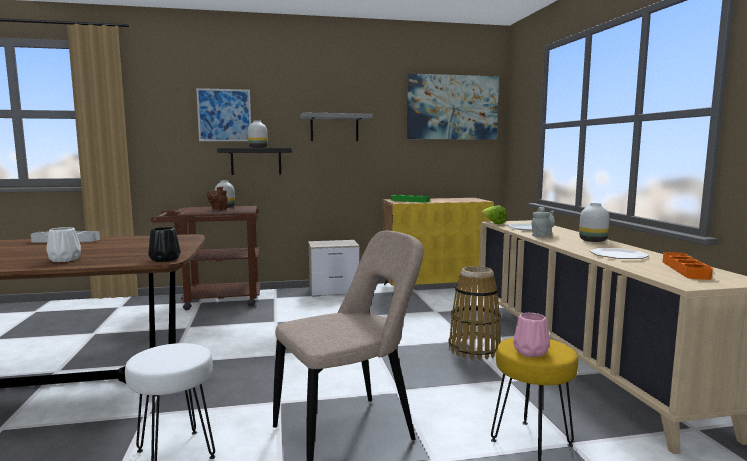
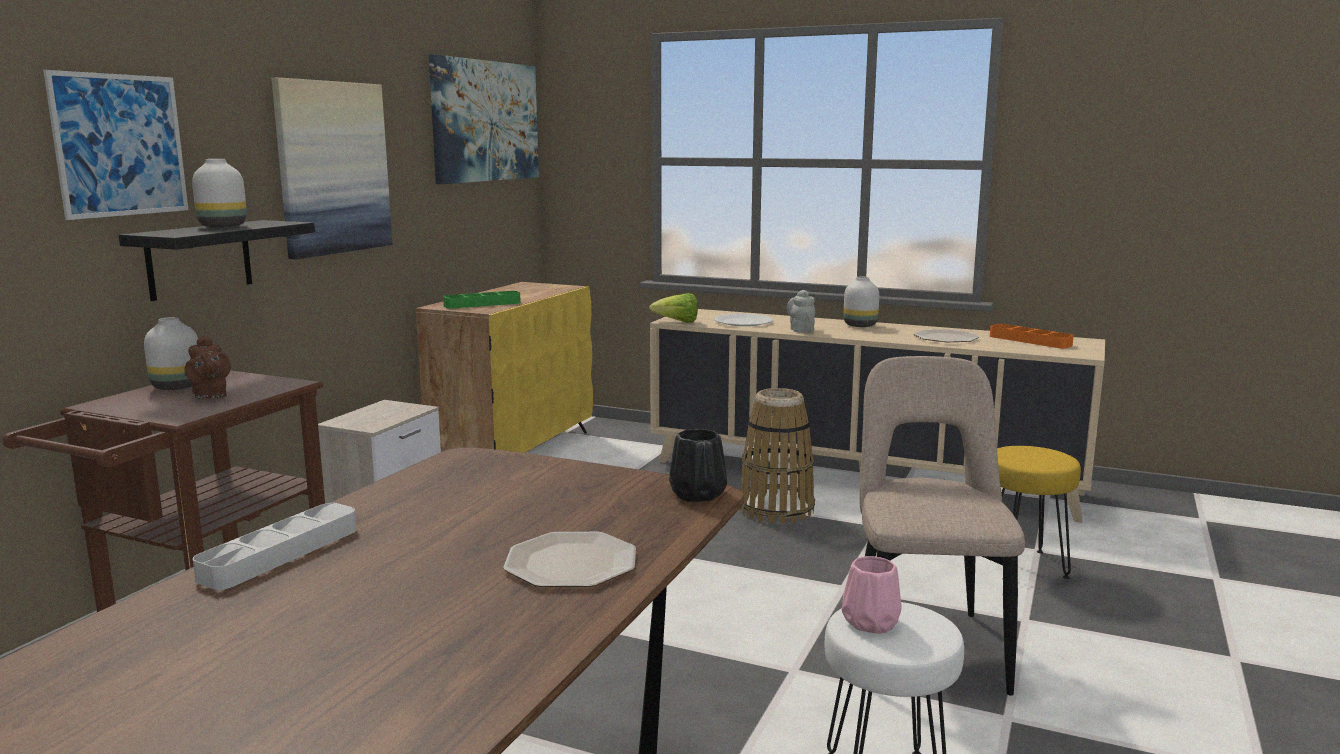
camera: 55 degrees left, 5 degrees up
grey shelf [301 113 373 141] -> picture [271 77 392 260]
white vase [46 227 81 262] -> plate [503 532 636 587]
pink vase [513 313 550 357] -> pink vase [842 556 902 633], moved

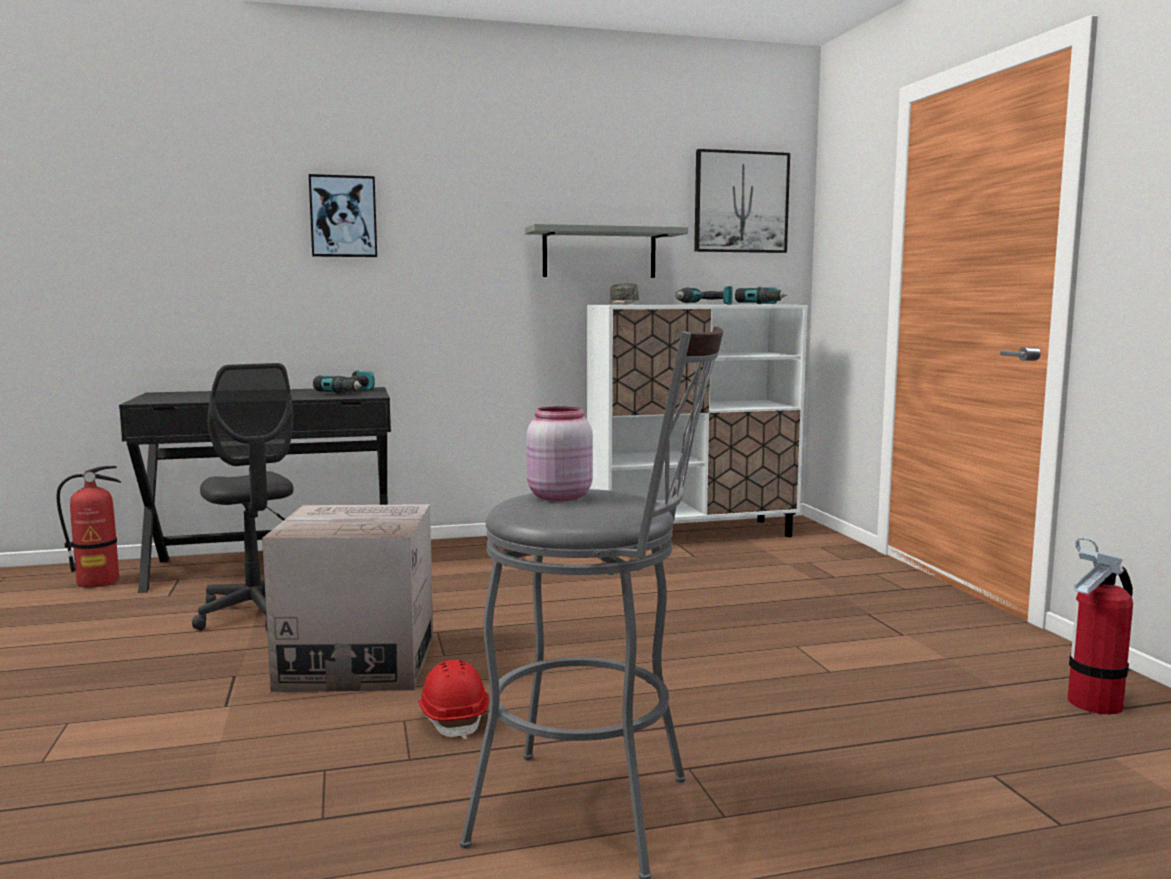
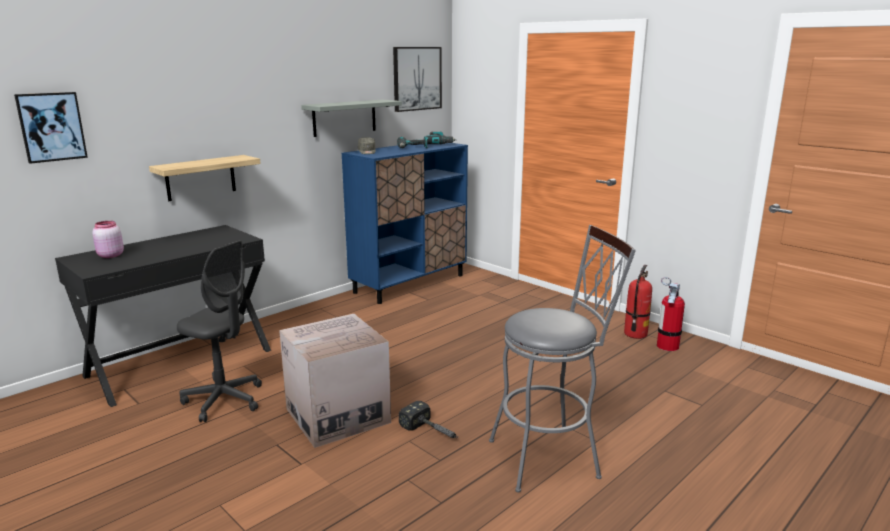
camera: 30 degrees left, 10 degrees up
picture [309 174 377 257] -> picture [14 92 88 164], moved
white cabinet [587 305 808 537] -> blue cabinet [342 143 468 304]
power drill [313 370 375 393] -> none
pink jar [527 406 593 501] -> pink jar [92 221 124 258], moved
fire extinguisher [57 466 121 588] -> fire extinguisher [624 265 652 339], moved
red hard hat [418 660 489 739] -> hammer [399 401 458 438]
none -> shelf [149 155 261 201]

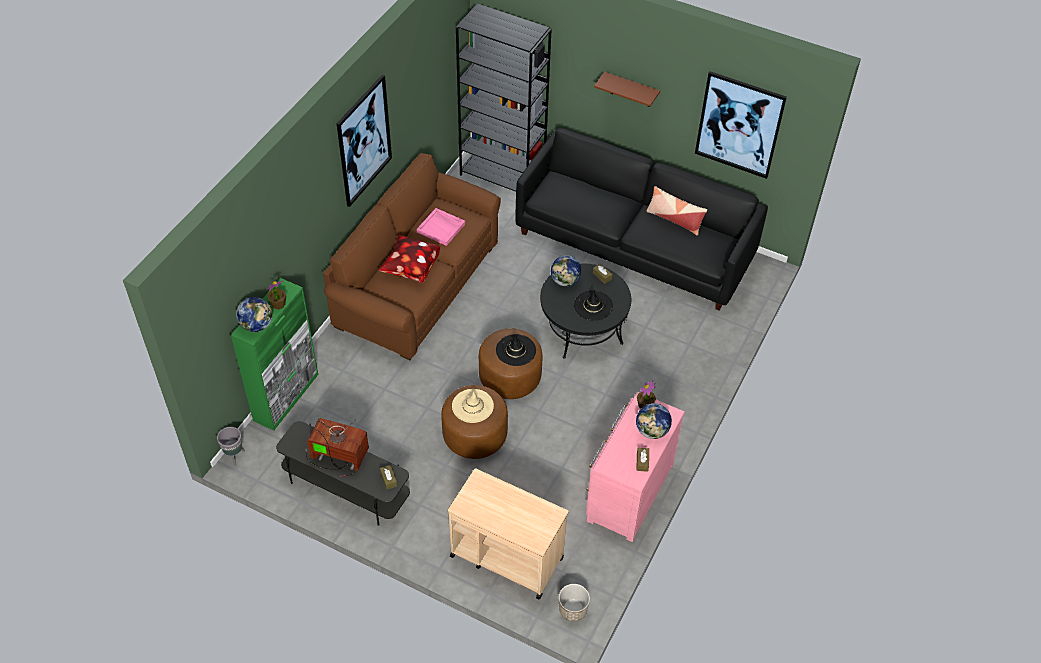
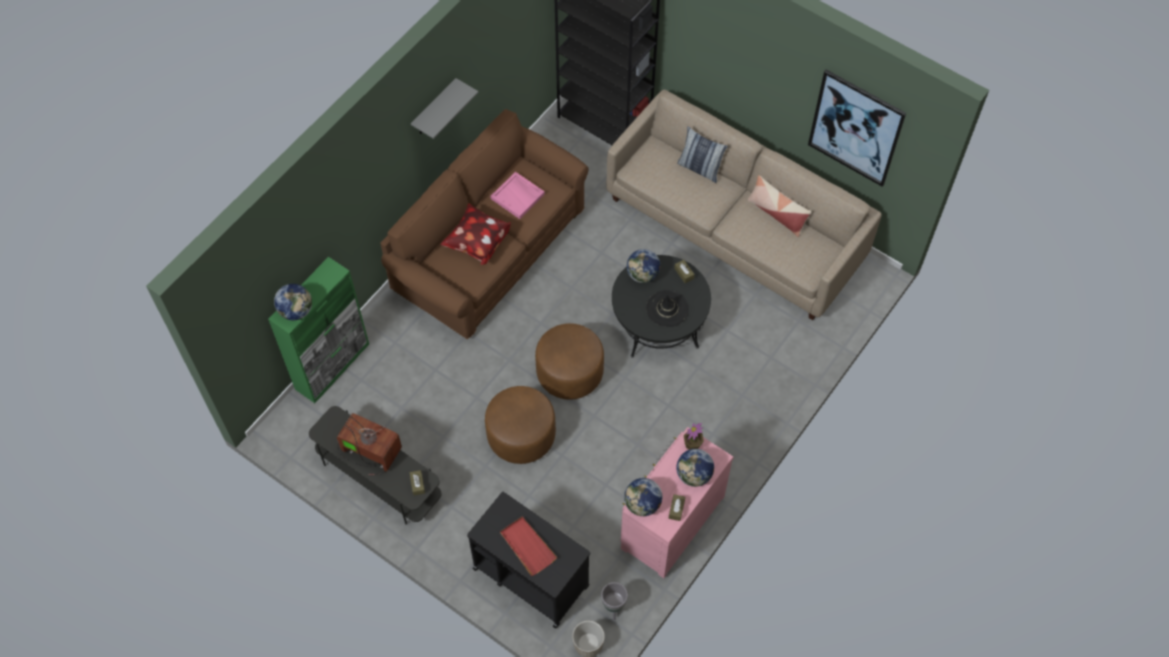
camera: 10 degrees right, 10 degrees up
brown shelf [594 72 660 107] -> none
picture [337 75 392 207] -> grey shelf [411 78 478 139]
black sofa [515 128 768 311] -> beige sofa [606 90 882 320]
potted plant [266 281 286 310] -> none
black hat [496 334 536 366] -> none
beige hat [452 389 494 423] -> none
grey planter [217 427 245 466] -> grey planter [601 582 628 620], moved
beige cart [448 468 568 599] -> black cart [467 492 590 629]
none -> pillow [677 127 728 183]
none -> globe [624 478 662 516]
none -> red tray [500 517 557 576]

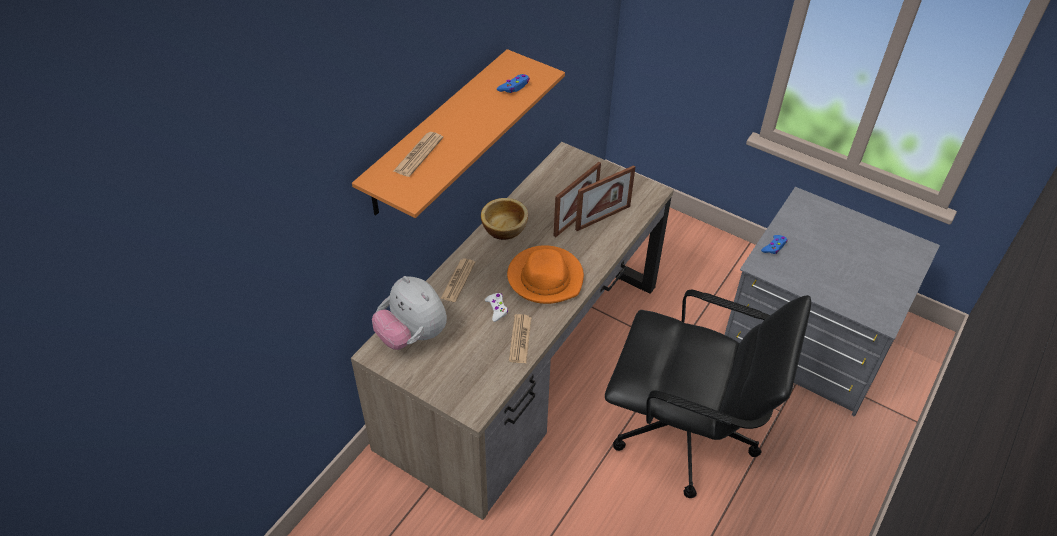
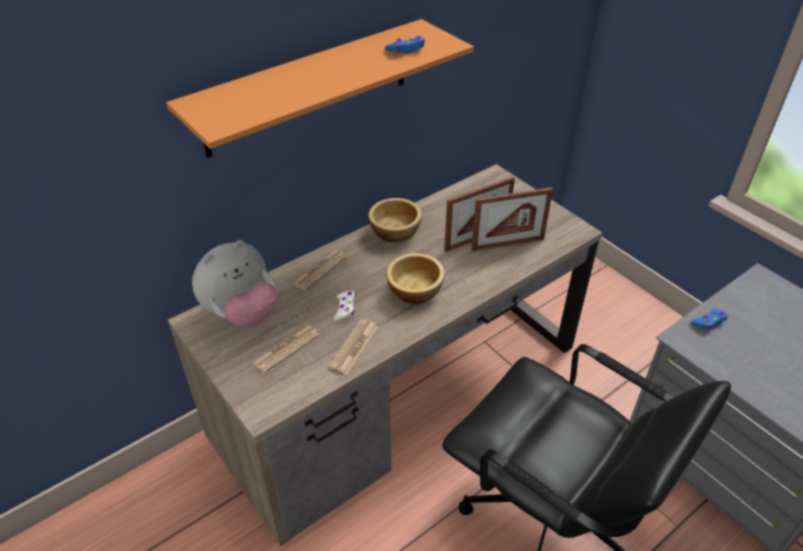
camera: 20 degrees right, 5 degrees down
newspaper [394 132 443 177] -> newspaper [253 326 320 373], moved
orange hat [507 245 584 304] -> bowl [386 253 445 304]
plush toy [372 276 447 350] -> plush toy [192 240 278 327], 105 degrees counterclockwise

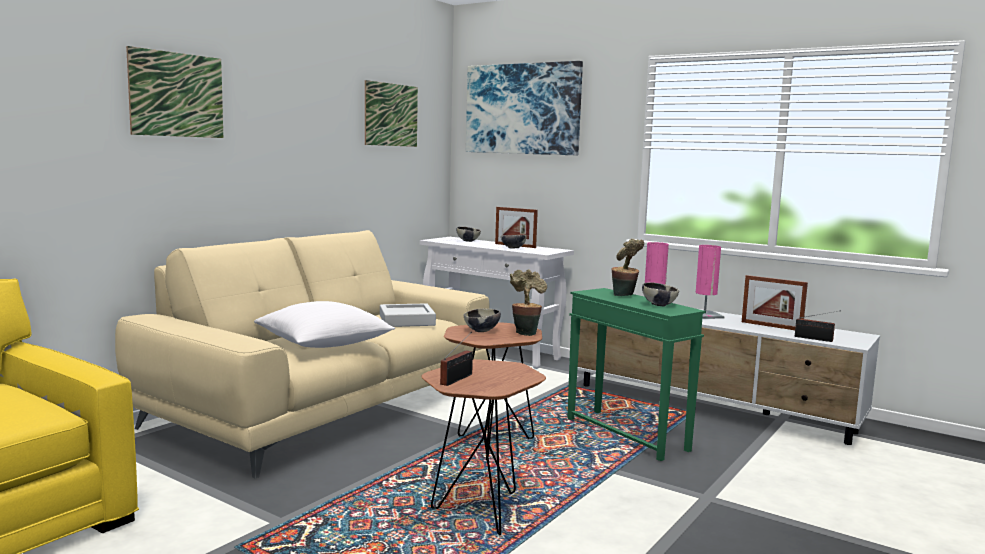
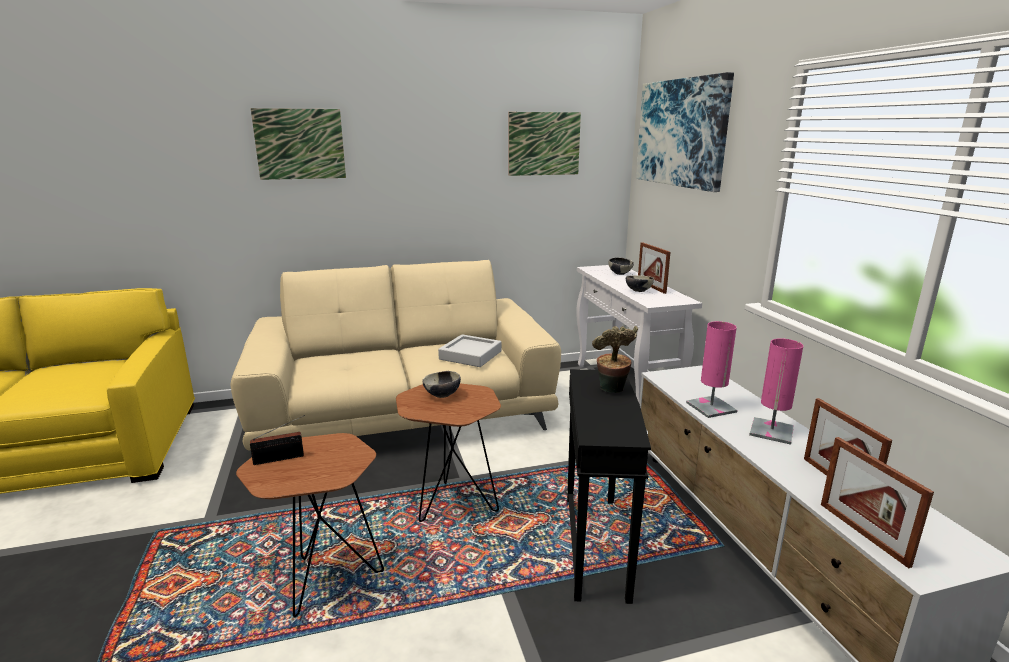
camera: 40 degrees right, 10 degrees up
potted plant [510 269 547 336] -> none
bowl [642 282 679 306] -> none
green side table [567 288 706 461] -> black side table [567 369 651 604]
white pillow [254 301 395 348] -> none
radio [795 310 841 342] -> picture frame [821 437 934 568]

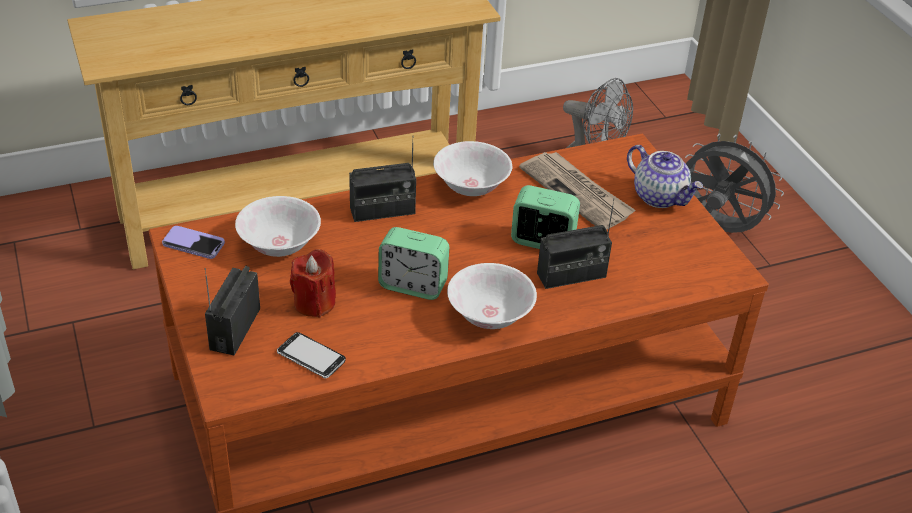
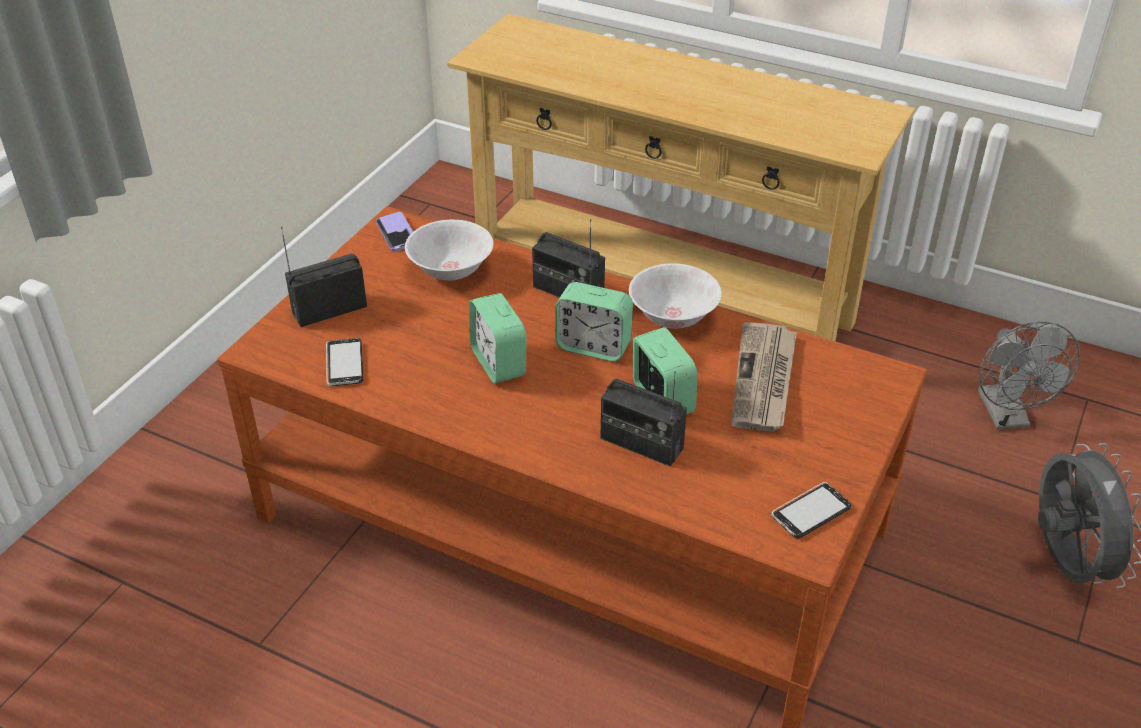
camera: 50 degrees right, 0 degrees up
teapot [627 145 703 208] -> none
red candle [290 249 336 318] -> none
white bowl [447 263 537 329] -> none
none -> alarm clock [556 282 633 362]
none -> phone [772 482 851 538]

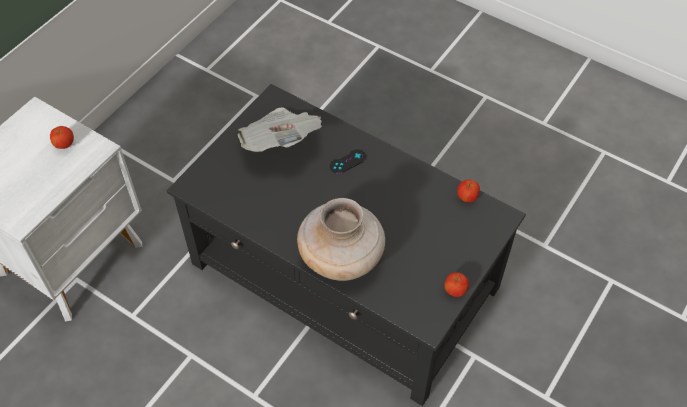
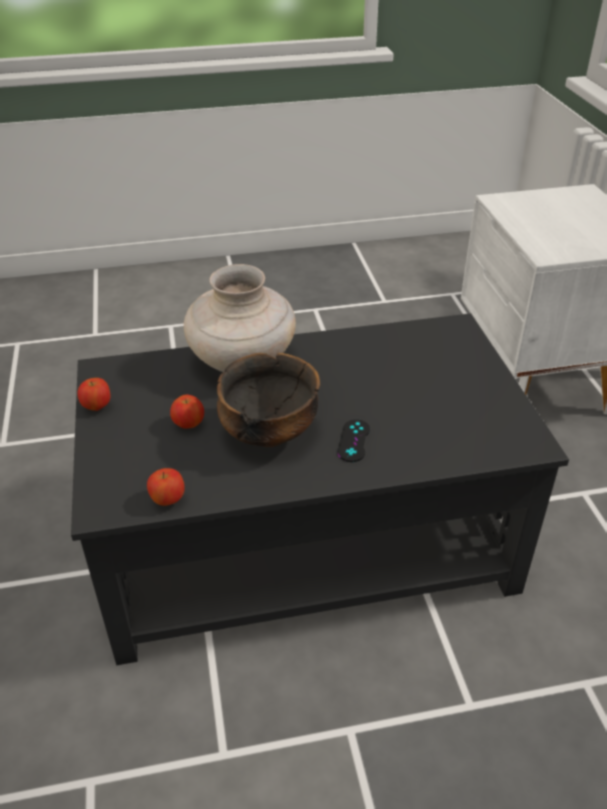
camera: 135 degrees right, 15 degrees down
newspaper [238 107 322 152] -> none
apple [50 126 74 149] -> apple [170 395 204 429], moved
none -> bowl [217 353 320 447]

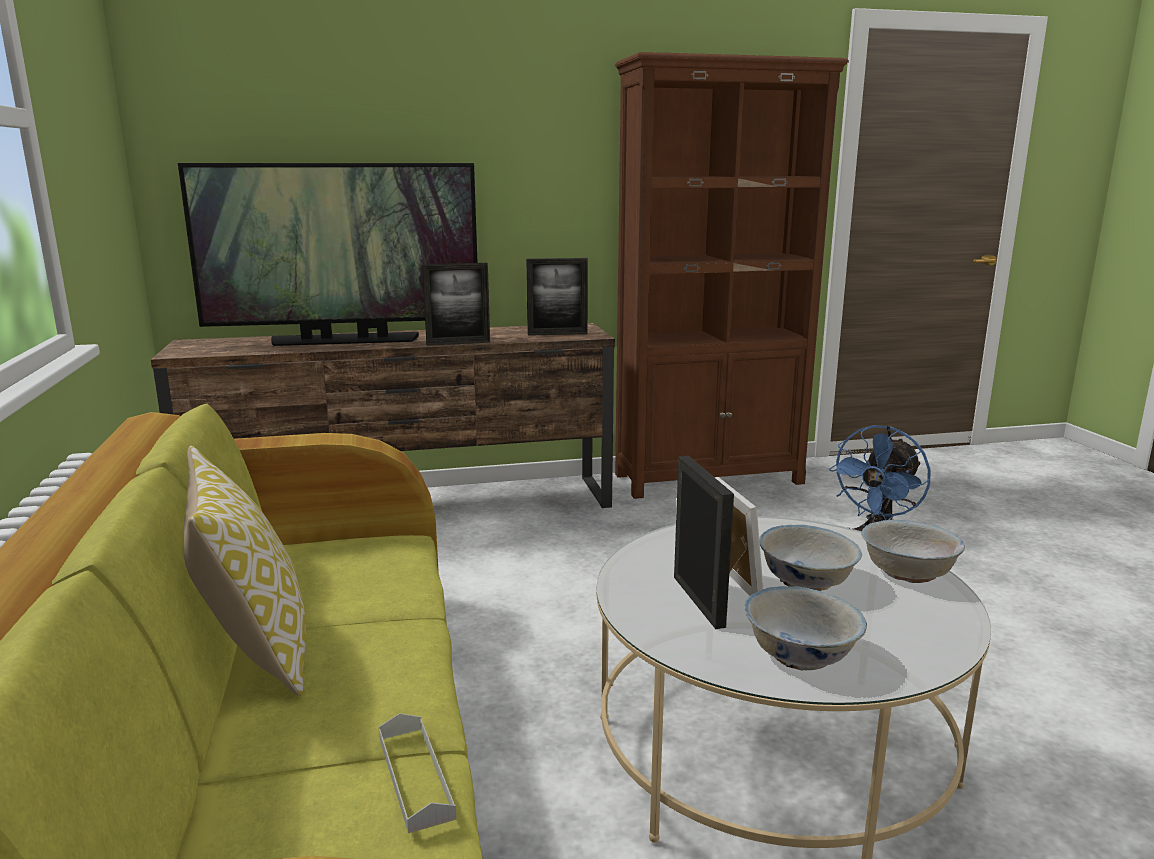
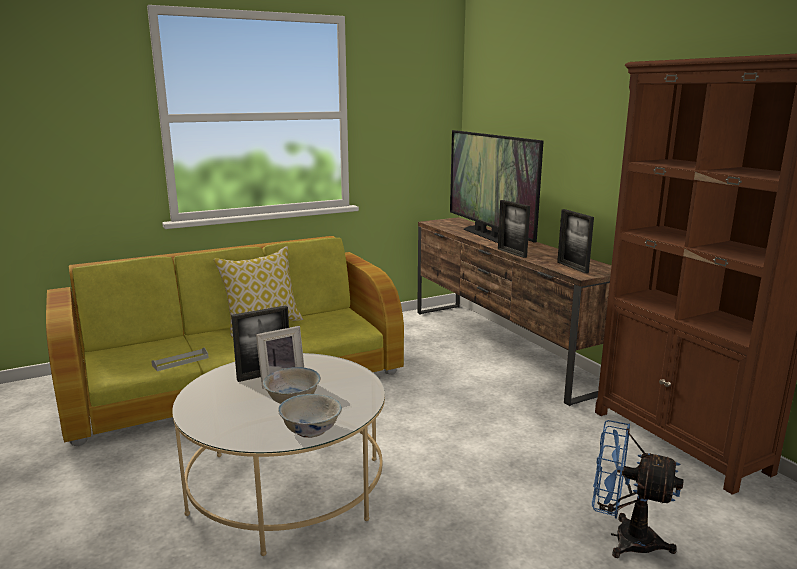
camera: 75 degrees right, 0 degrees up
white bowl [744 586 867 670] -> none

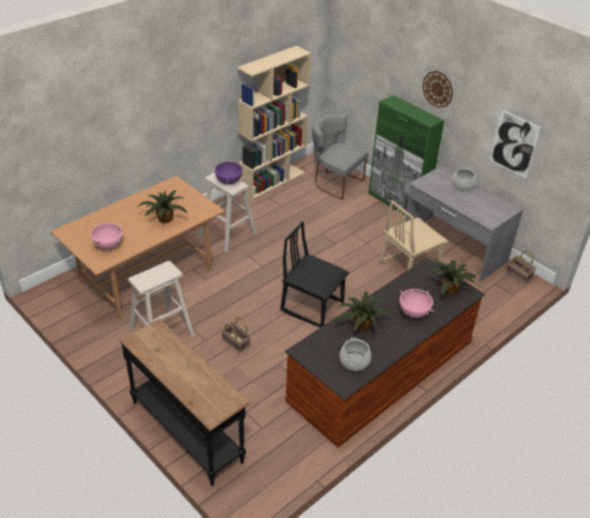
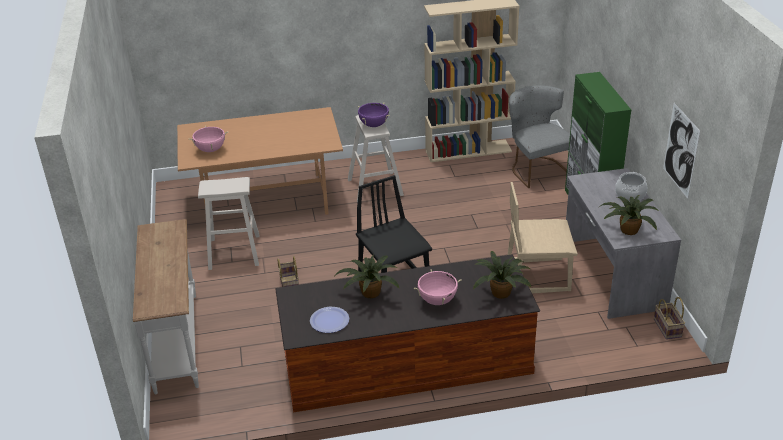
camera: 35 degrees right, 5 degrees down
wall clock [422 71 453 108] -> none
potted plant [137 190 187 223] -> potted plant [599 194 659 235], moved
black console table [119 319 251 486] -> white console table [133 219 199 394]
cooking pot [340 337 371 371] -> plate [310 307 349 333]

